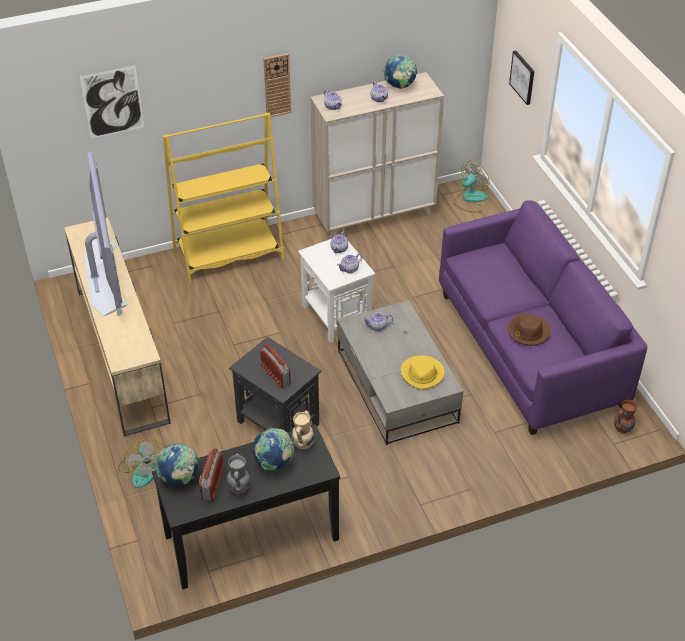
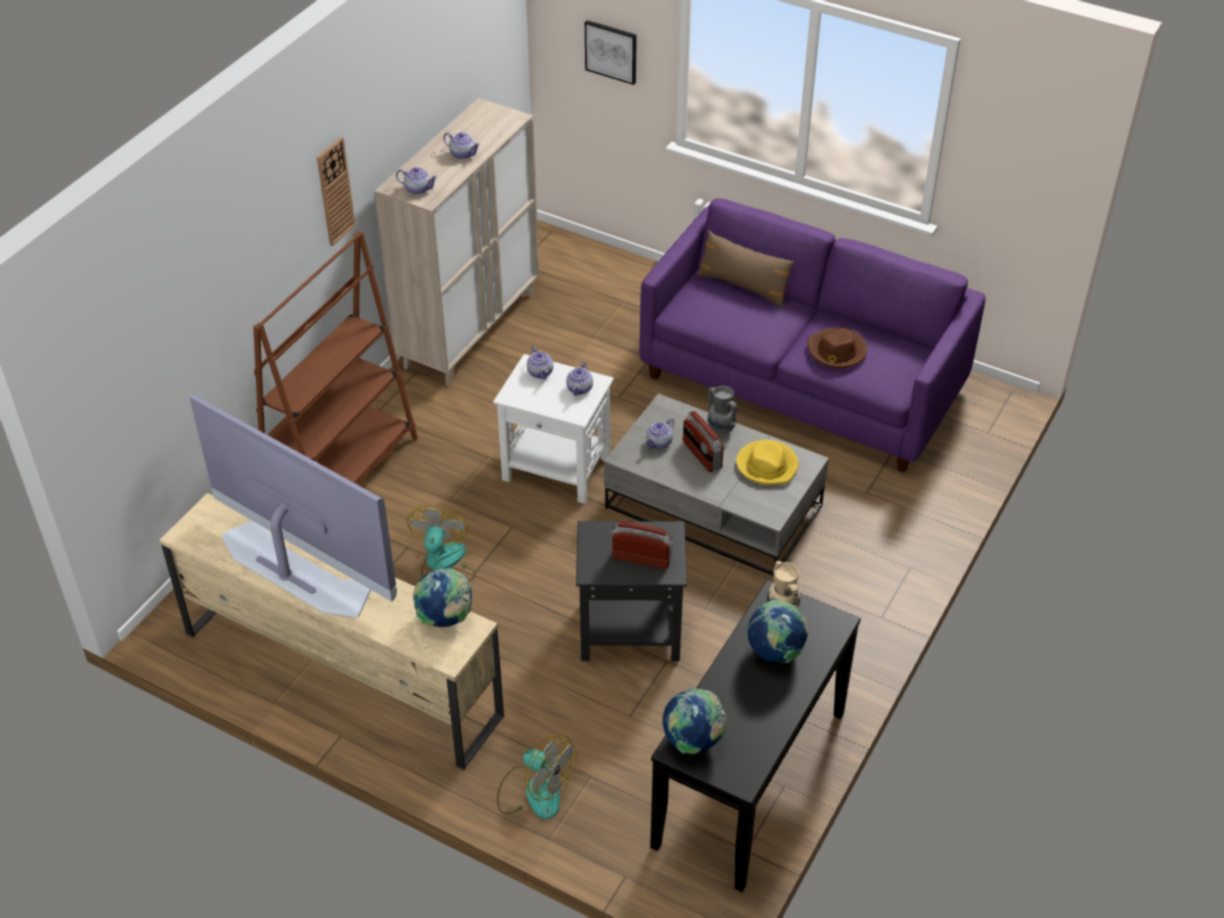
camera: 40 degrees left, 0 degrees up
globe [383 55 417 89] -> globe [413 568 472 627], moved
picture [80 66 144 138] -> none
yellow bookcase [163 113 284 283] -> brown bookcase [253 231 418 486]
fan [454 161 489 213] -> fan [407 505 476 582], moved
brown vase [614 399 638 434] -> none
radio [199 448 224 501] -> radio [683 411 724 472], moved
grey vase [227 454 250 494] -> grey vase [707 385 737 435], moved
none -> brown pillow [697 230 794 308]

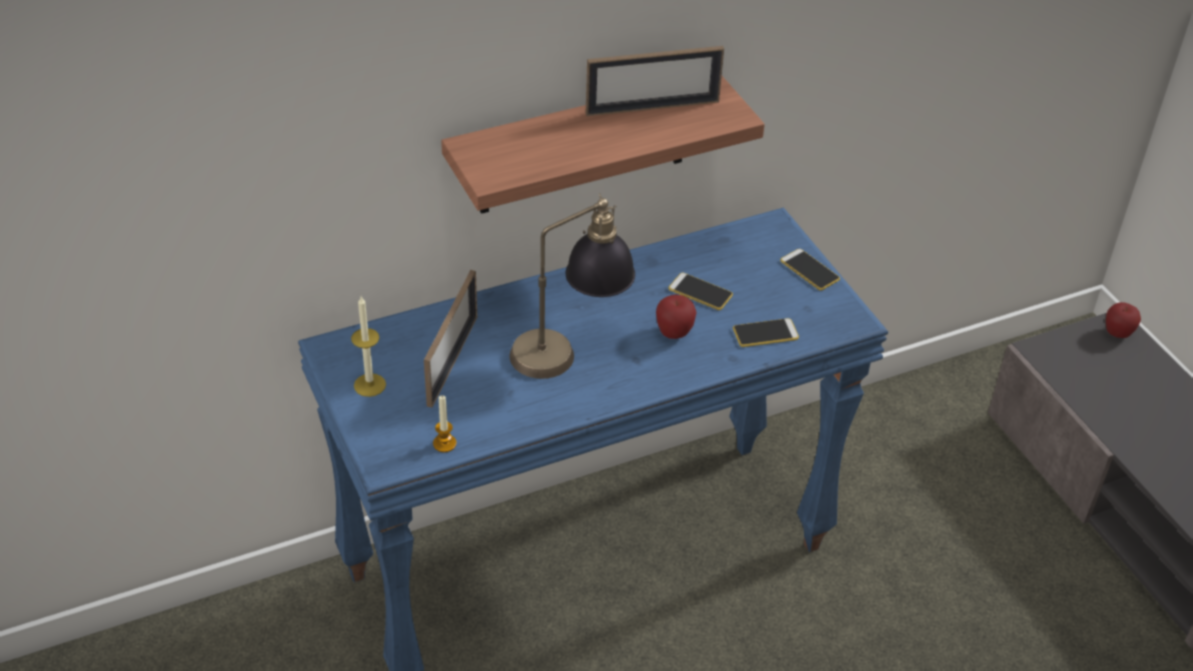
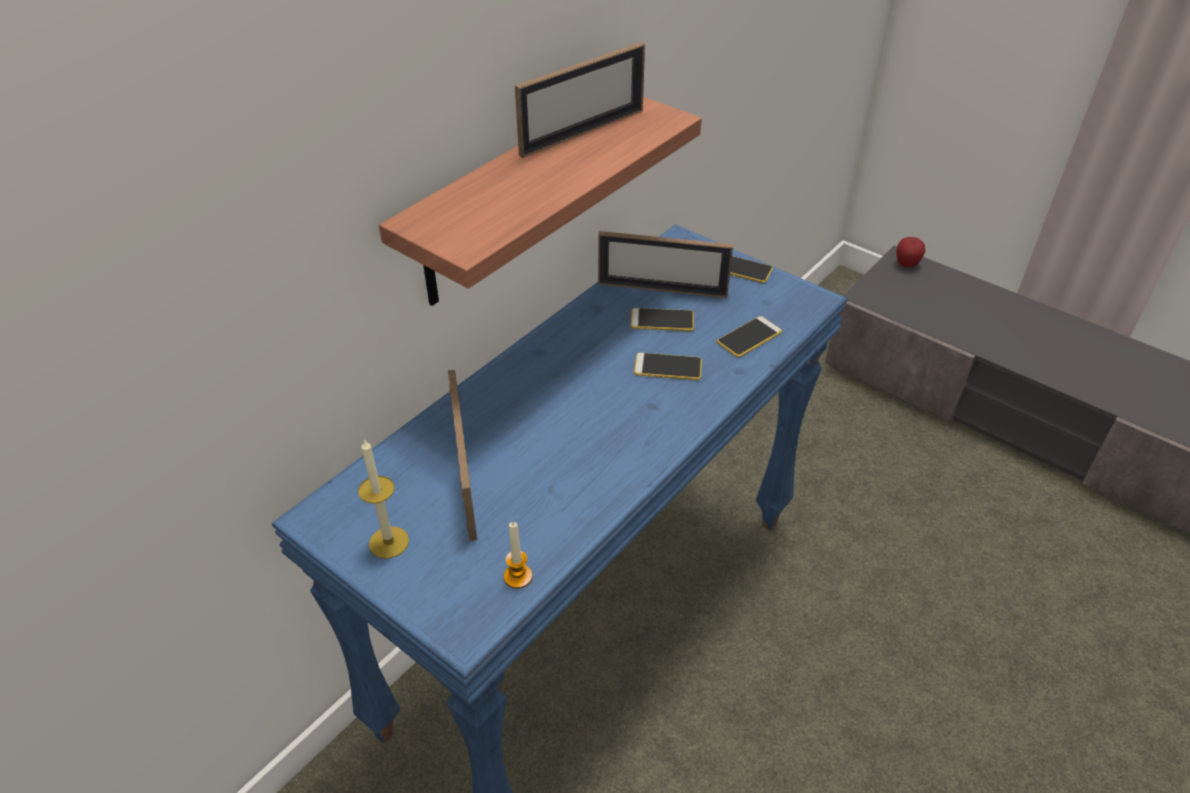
camera: 25 degrees left, 0 degrees up
table lamp [509 193 635 379] -> none
apple [656 295 697 339] -> phone [634 352 702 380]
none -> picture frame [598 231 733 298]

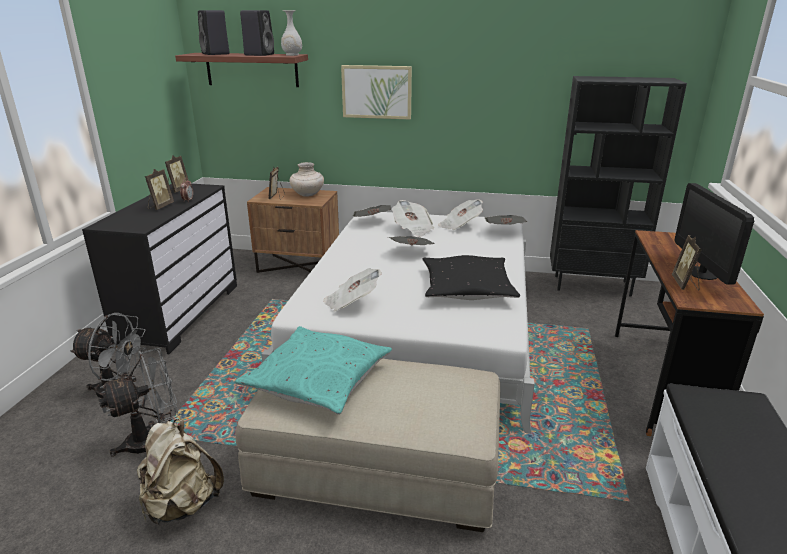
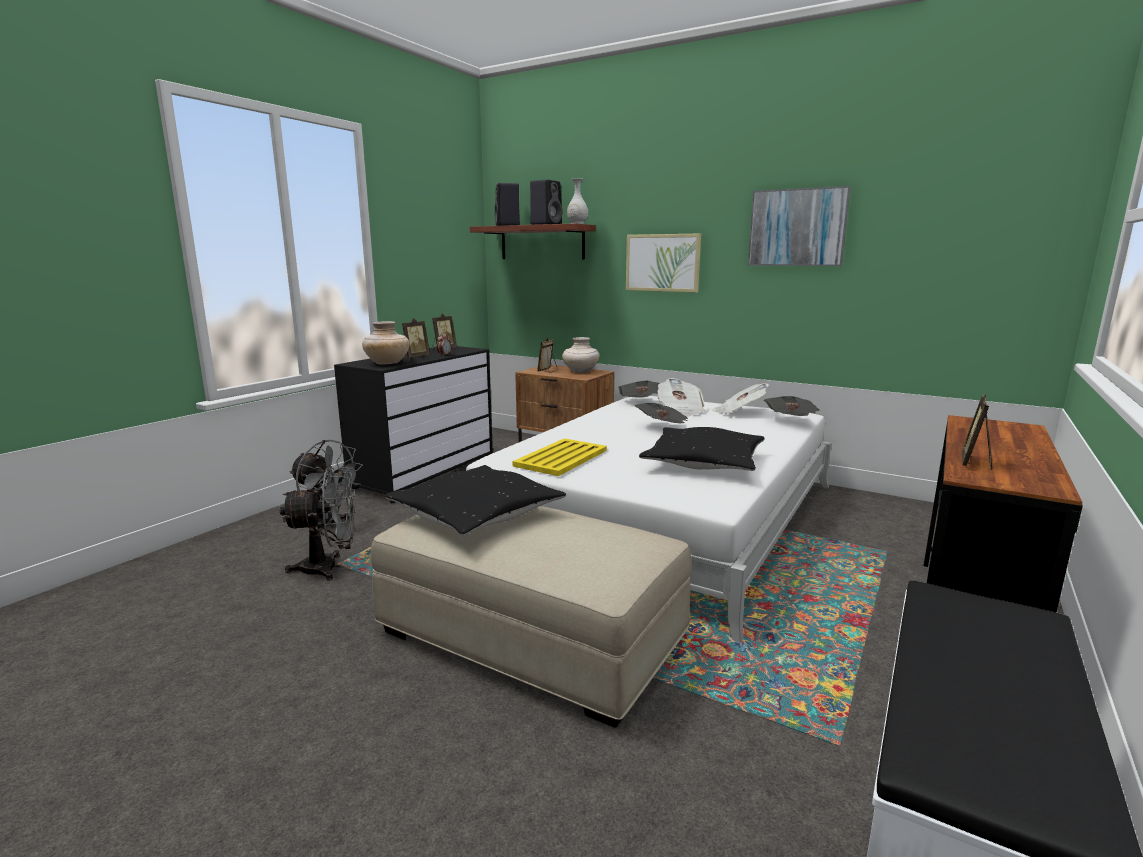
camera: 20 degrees right, 10 degrees down
black bookcase [550 76 687 297] -> none
monitor [675 183 754 284] -> none
newspaper [323 268 382 311] -> yellow tray [513 438 607 476]
turquoise pillow [235 326 392 415] -> black pillow [385 465 566 536]
beige backpack [137 419 224 525] -> none
none -> picture [748 186 851 266]
none -> beige vase [362 321 410 364]

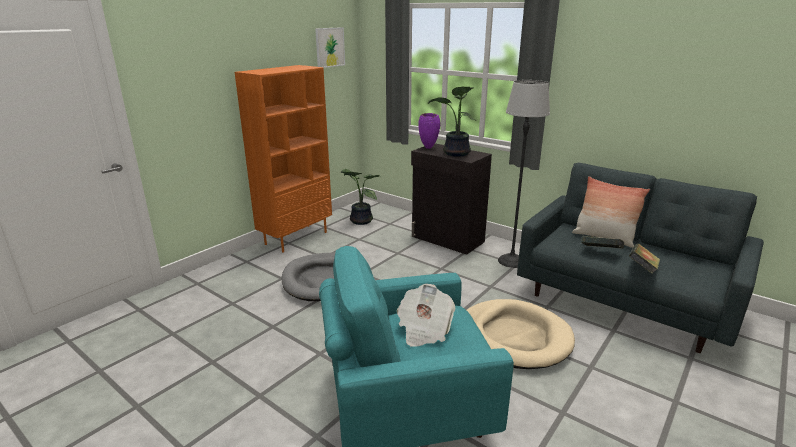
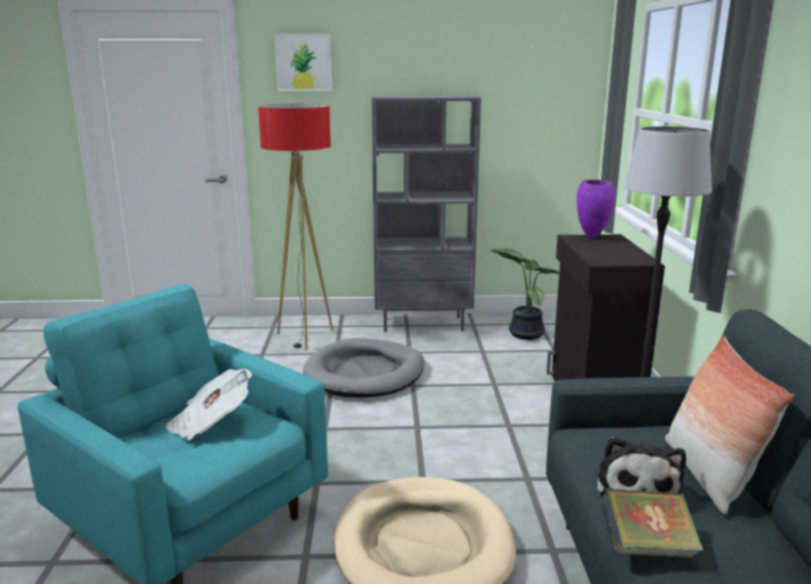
camera: 50 degrees right, 5 degrees down
picture [315 27 345 68] -> picture [274 34 332 91], moved
orange bookcase [235 65 332 253] -> grey bookcase [371 95 481 332]
potted plant [428 87 477 157] -> none
book [581 236 624 248] -> plush toy [597 437 686 494]
none -> floor lamp [258 104 333 350]

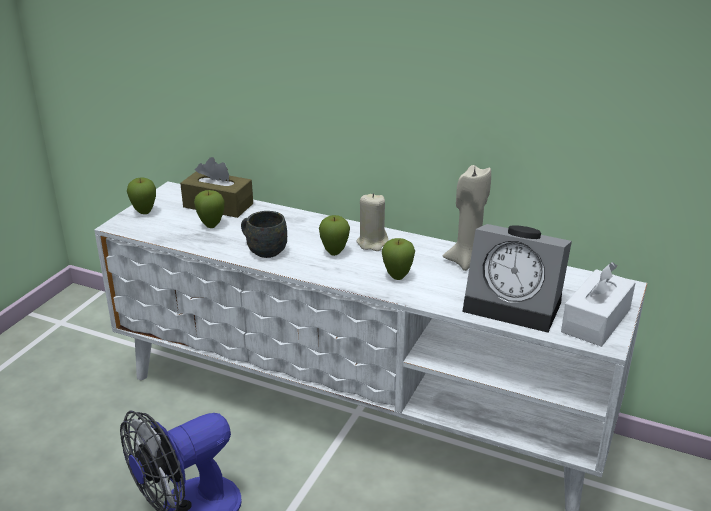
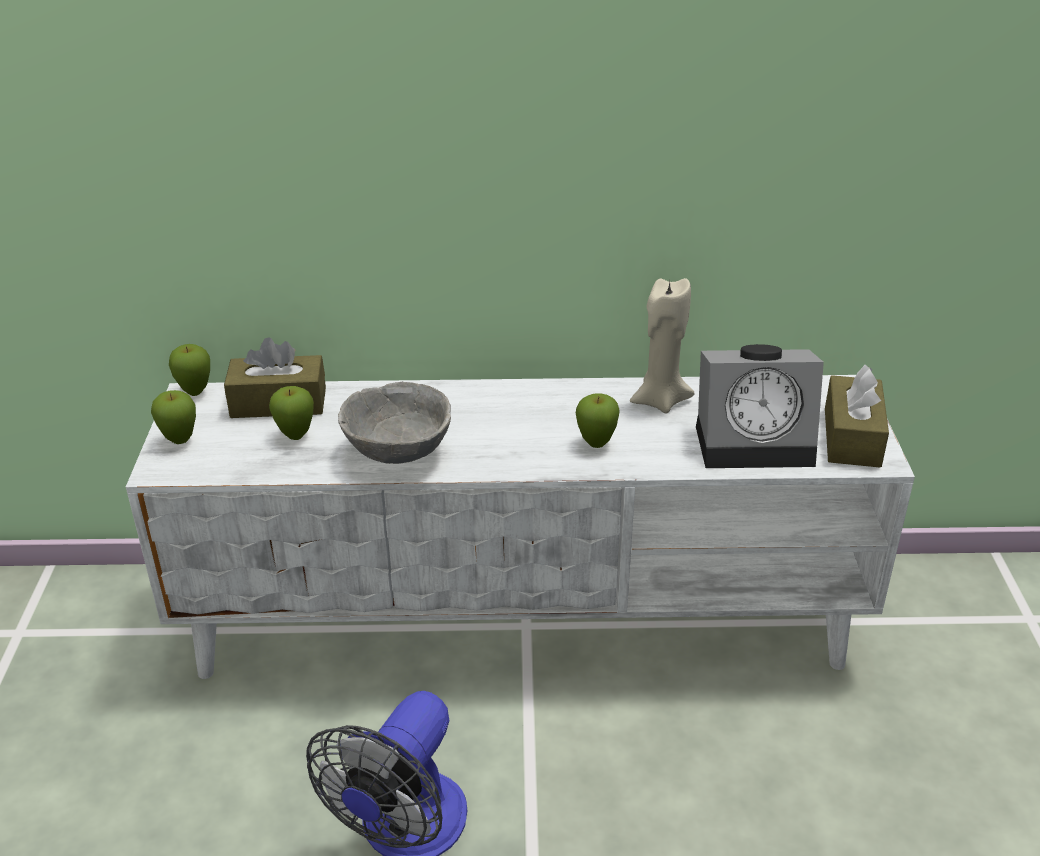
camera: 25 degrees left, 5 degrees up
beige candle [357 193 389 251] -> none
grey mug [241 211 287 258] -> grey bowl [338 382 451 464]
apple [319 215 350 256] -> apple [169 344 210 396], moved
white tissue box [561 262 636 347] -> brown tissue box [825 365 889 468]

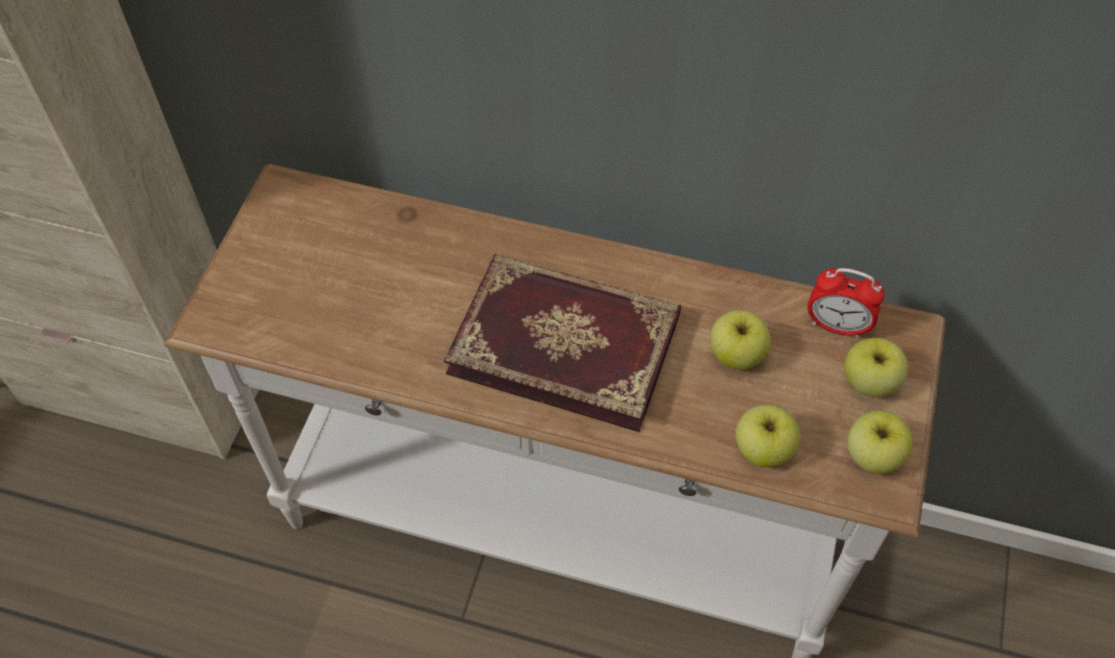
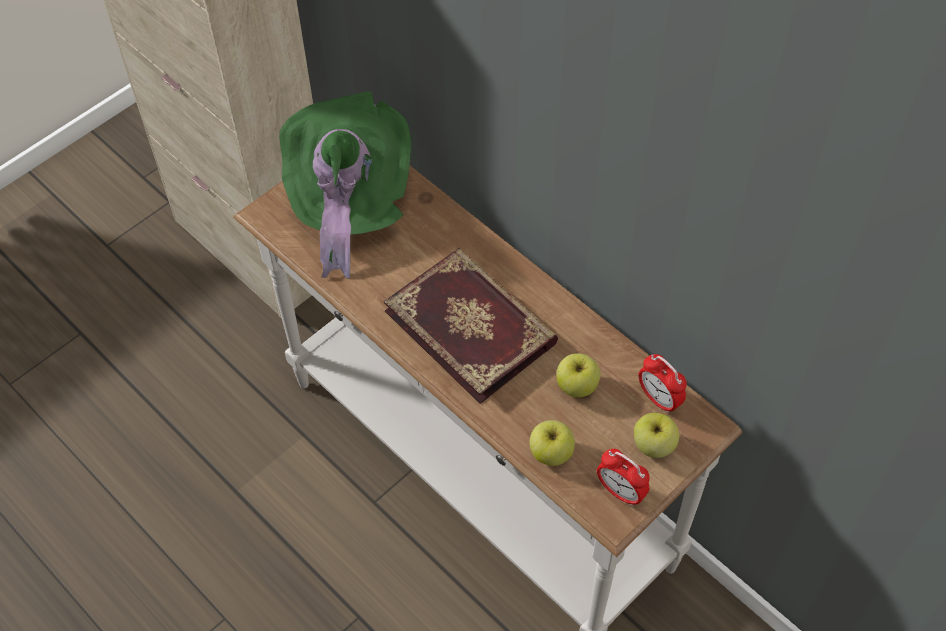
camera: 30 degrees right, 0 degrees up
apple [847 411 912 474] -> alarm clock [597 449 650 506]
none -> green hat [279 91 412 279]

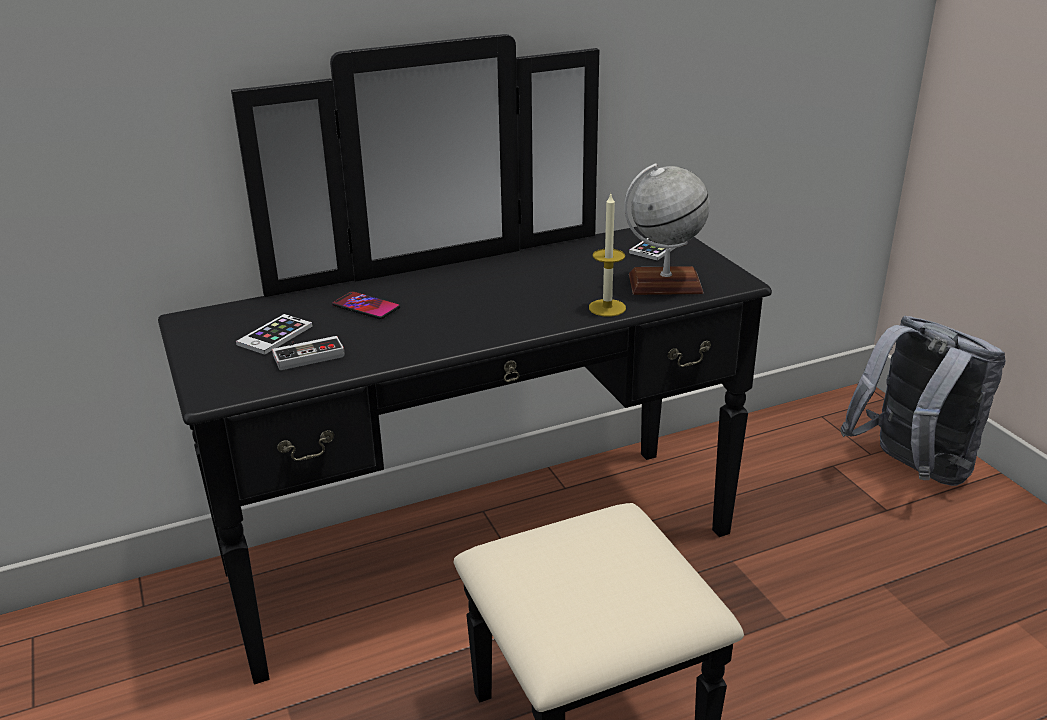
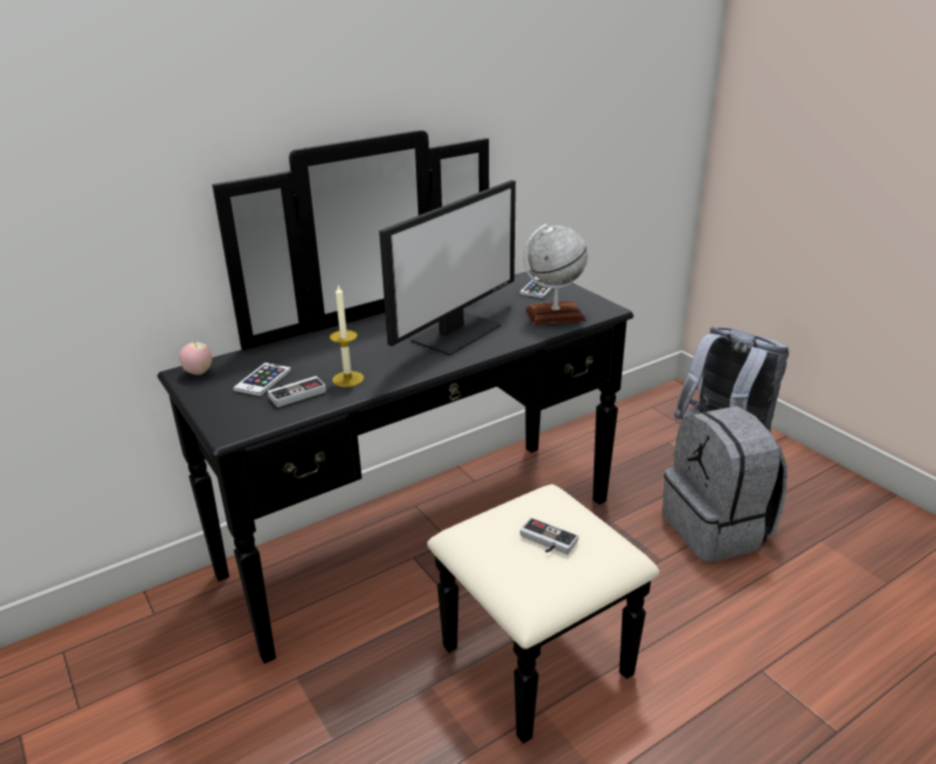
camera: 10 degrees left, 0 degrees up
candle [589 194 626 317] -> candle [330 285 364 387], moved
phone [332 291 400 319] -> none
none -> monitor [379 180 516 356]
none -> apple [179 341 212 375]
none -> grey backpack [662 406 788 562]
none -> game controller [520 517 579 555]

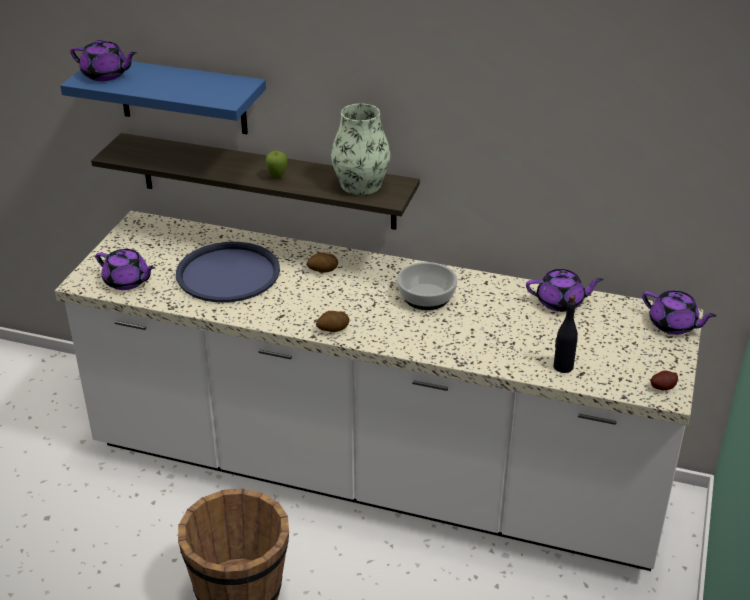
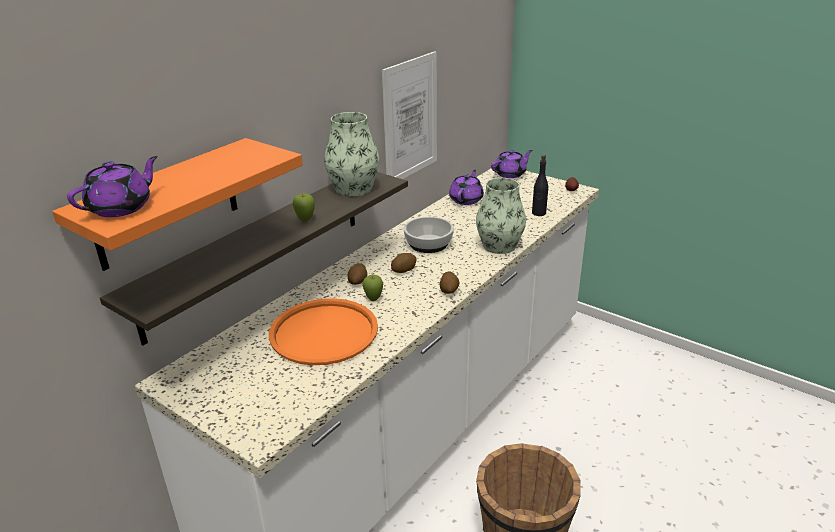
camera: 70 degrees left, 5 degrees down
blue shelf [60 61 266 134] -> orange shelf [52 138 303 271]
blue tray [176 242 280 303] -> orange tray [269 298 378 365]
purple teapot [96 249 155 290] -> none
none -> picture [382 51 437 179]
none -> vase [476 178 526 254]
none -> potato [391 253 417 273]
none -> apple [363 275 383 301]

